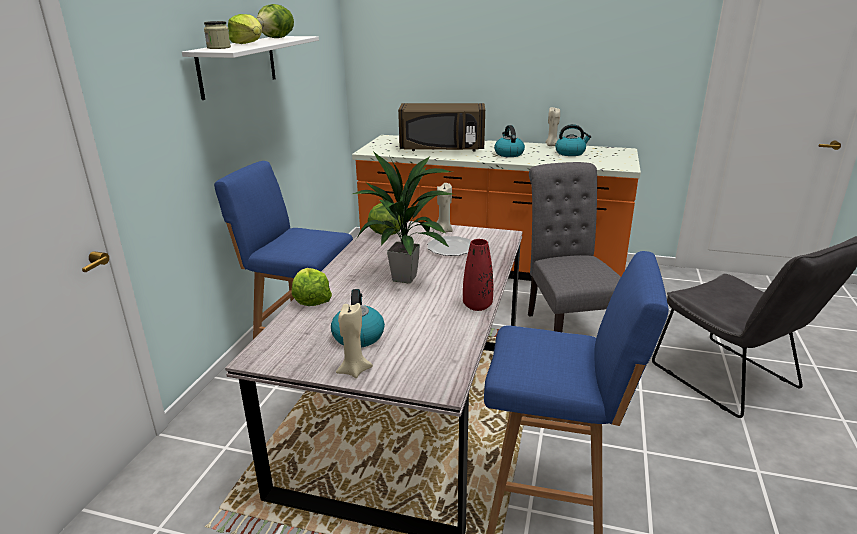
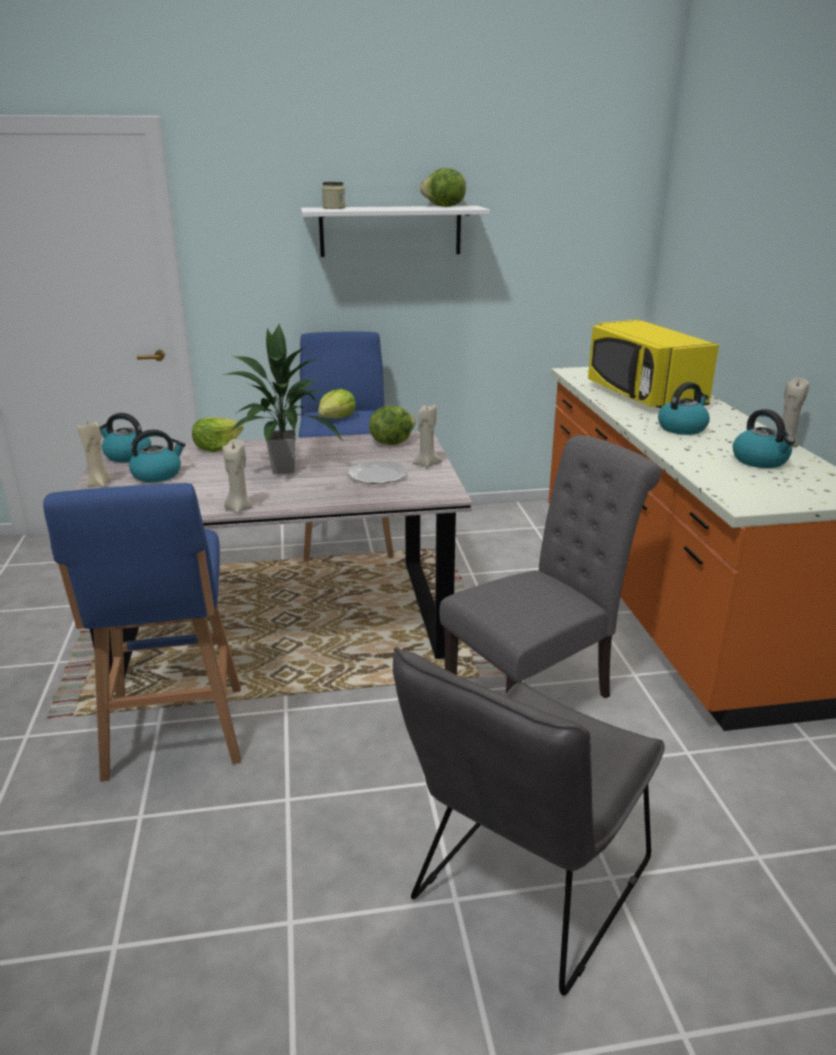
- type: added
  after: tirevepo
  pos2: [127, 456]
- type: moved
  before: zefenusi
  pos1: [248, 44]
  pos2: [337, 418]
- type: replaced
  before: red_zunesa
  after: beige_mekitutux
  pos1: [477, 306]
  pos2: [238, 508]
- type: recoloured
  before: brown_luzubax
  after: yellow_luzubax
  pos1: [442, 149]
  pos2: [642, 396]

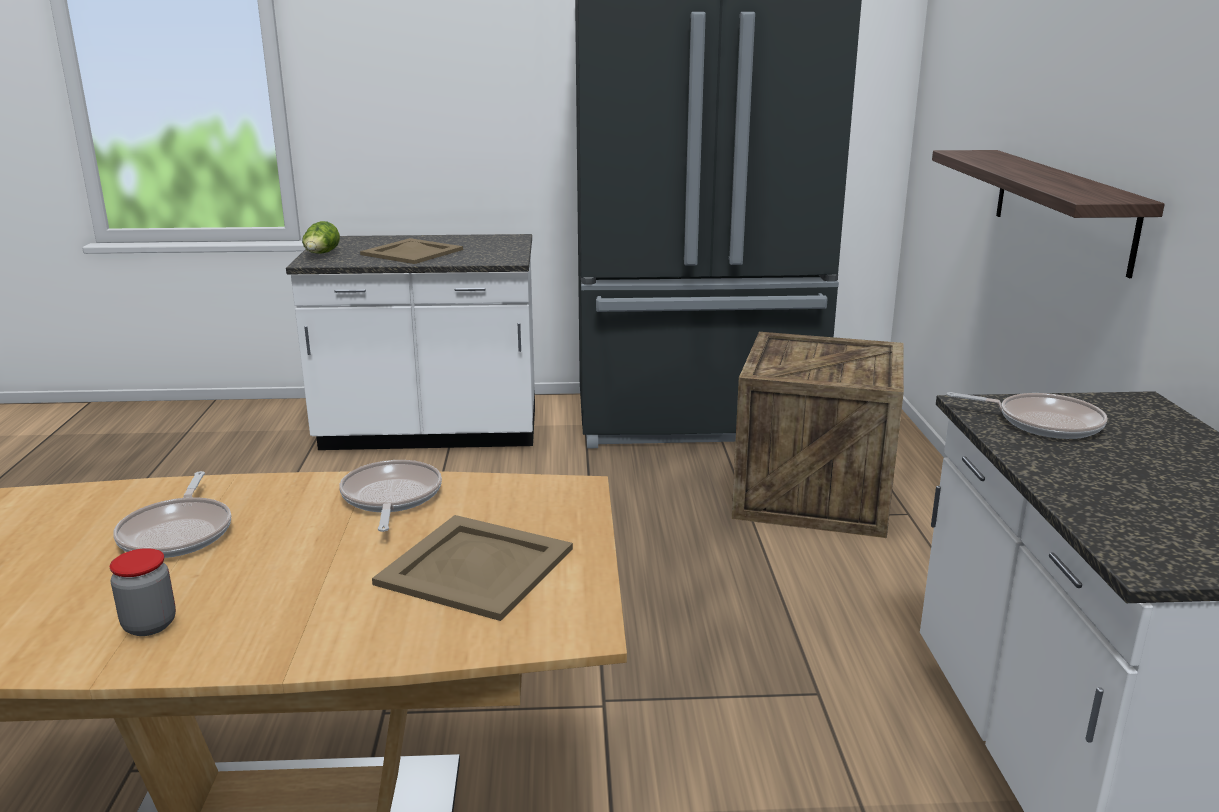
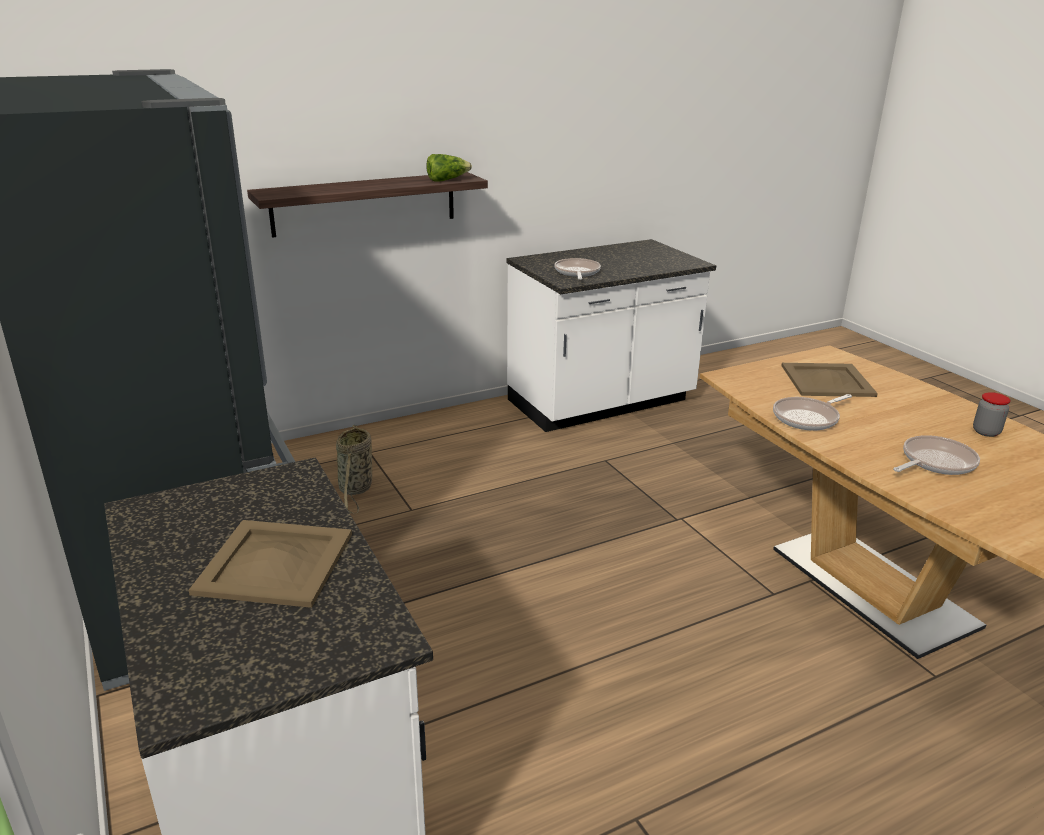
- type: moved
  before: zefenusi
  pos1: [321, 254]
  pos2: [447, 180]
- type: replaced
  before: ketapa
  after: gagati
  pos1: [813, 495]
  pos2: [355, 490]

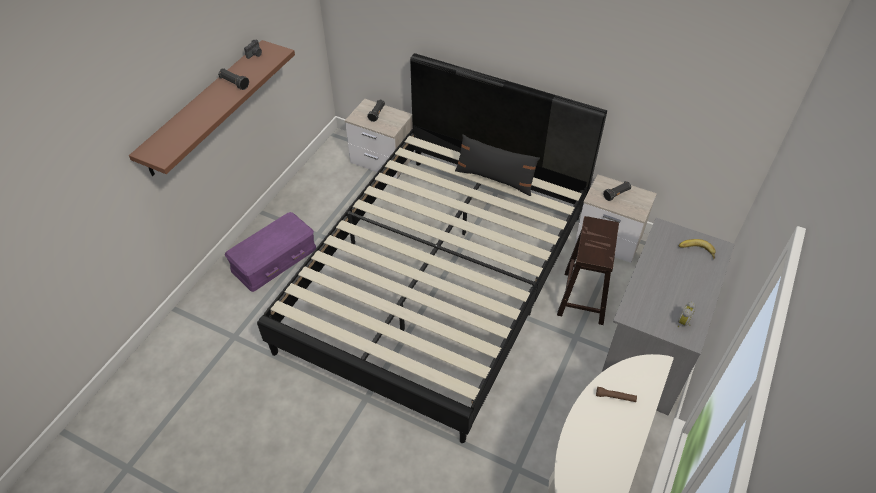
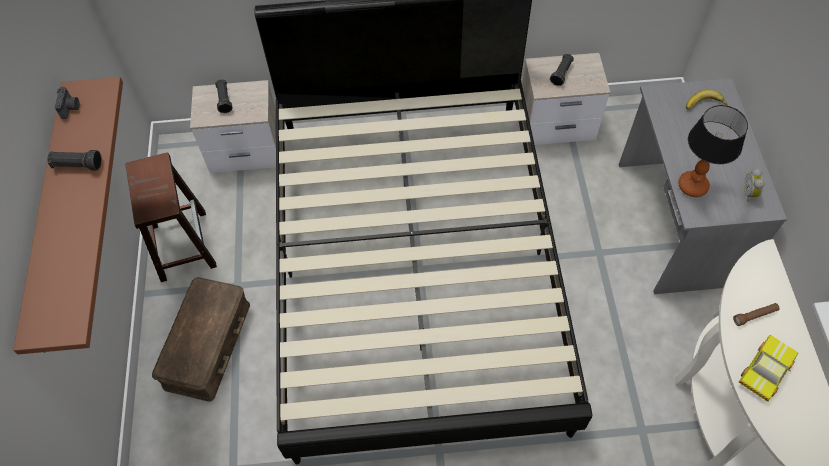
- type: removed
  before: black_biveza
  pos1: [495, 179]
- type: added
  after: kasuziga
  pos2: [692, 186]
- type: added
  after: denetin
  pos2: [764, 370]
- type: moved
  before: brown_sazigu
  pos1: [583, 296]
  pos2: [183, 244]
- type: recoloured
  before: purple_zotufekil
  after: brown_zotufekil
  pos1: [274, 259]
  pos2: [208, 345]

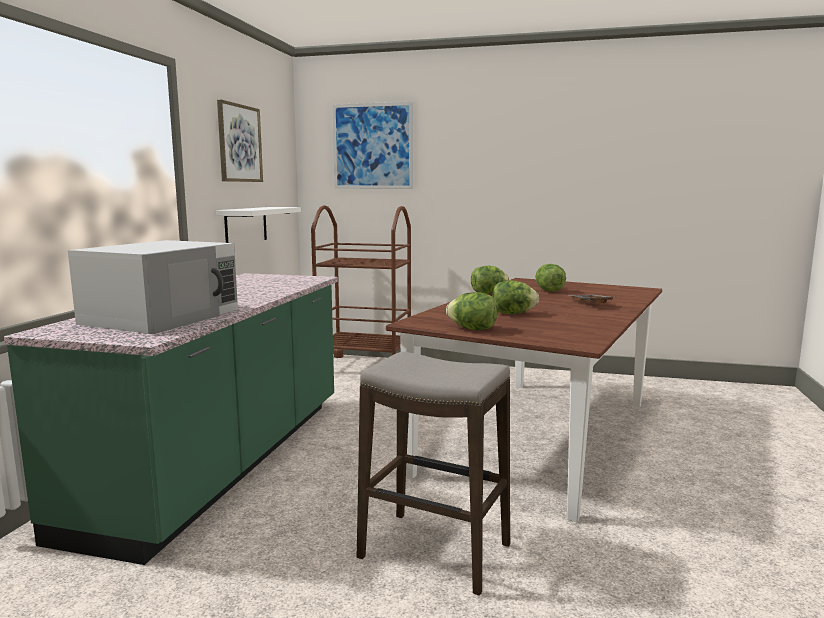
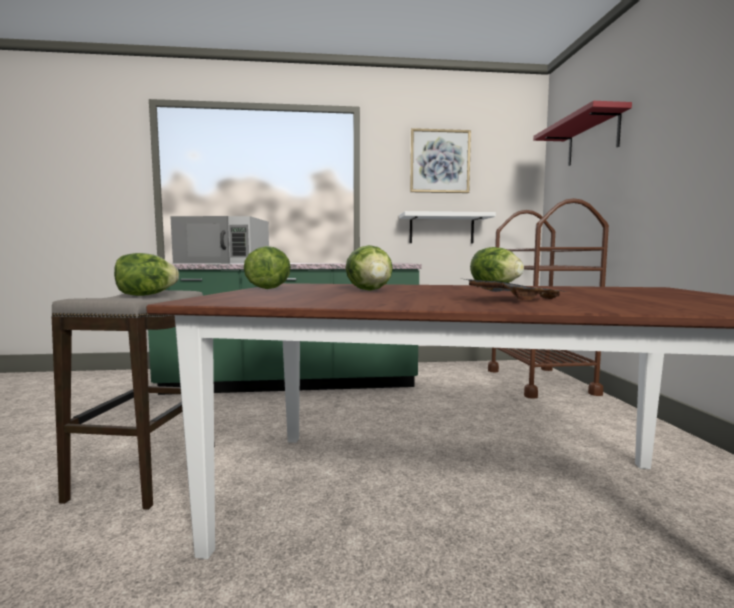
- type: moved
  before: zefenusi
  pos1: [549, 291]
  pos2: [146, 295]
- type: replaced
  before: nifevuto
  after: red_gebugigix
  pos1: [372, 146]
  pos2: [592, 139]

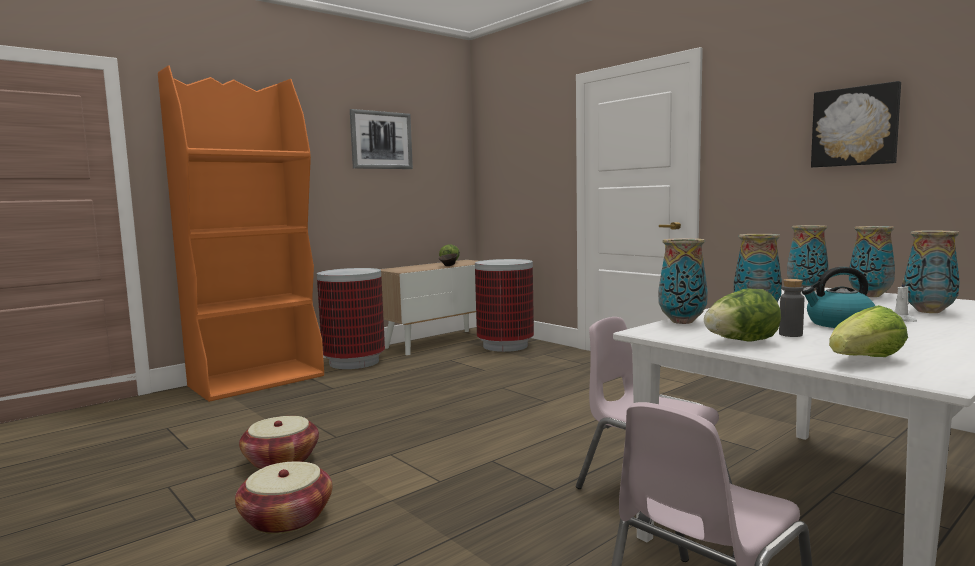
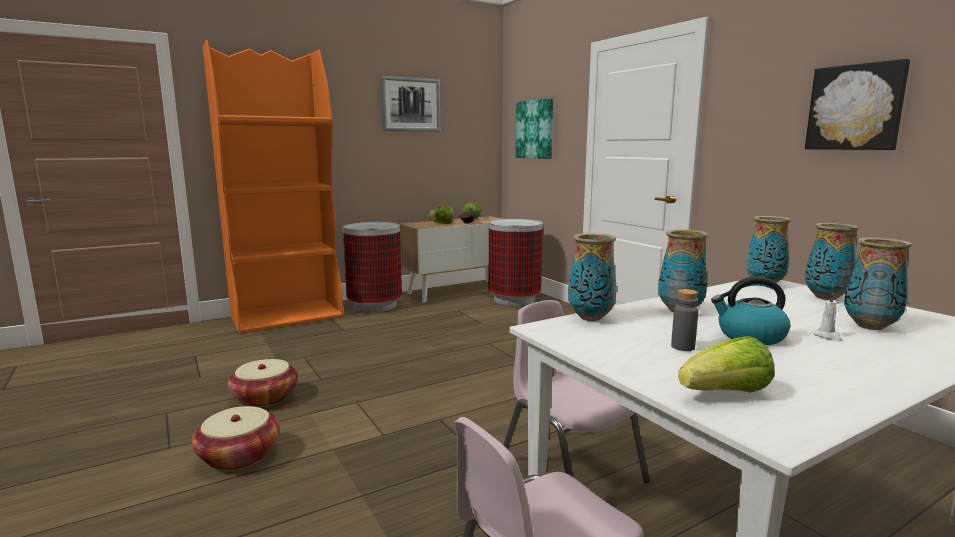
- type: added
  after: nifevuto
  pos2: [535, 129]
- type: moved
  before: zefenusi
  pos1: [740, 341]
  pos2: [442, 223]

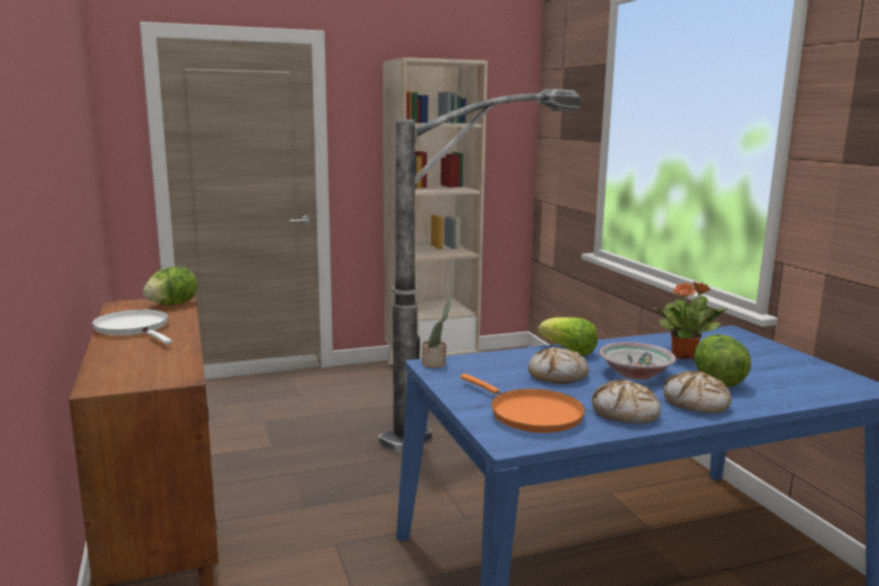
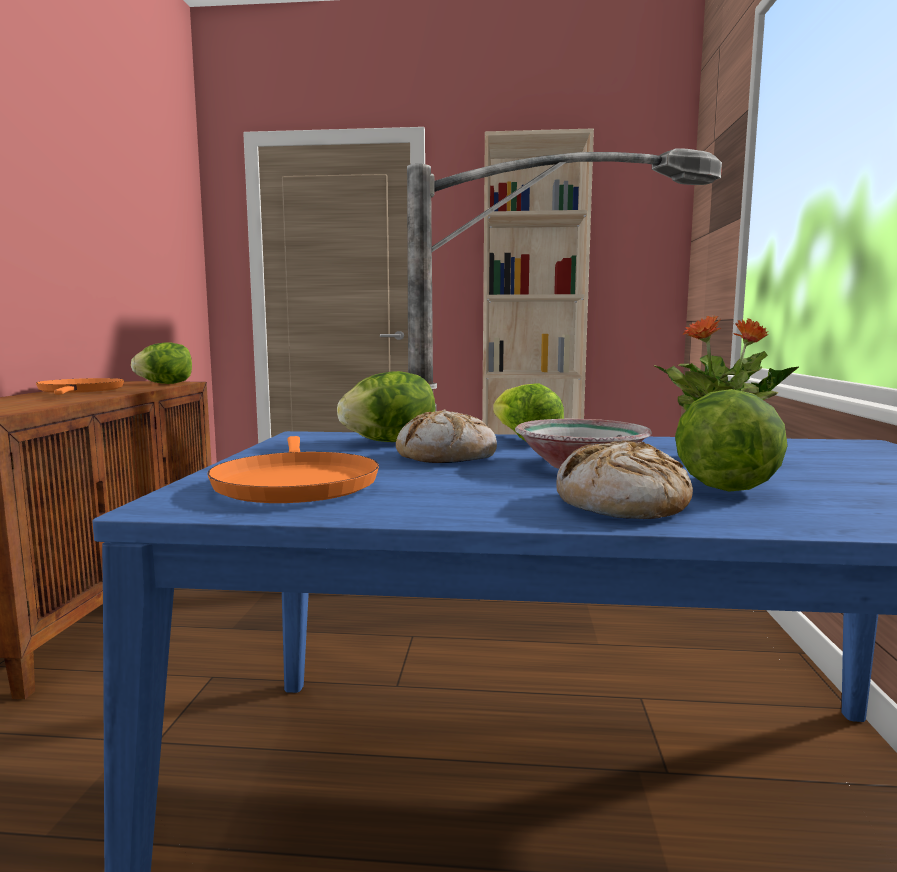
- type: removed
  before: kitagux
  pos1: [435, 364]
- type: removed
  before: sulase
  pos1: [625, 413]
- type: added
  after: zefenusi
  pos2: [389, 442]
- type: recoloured
  before: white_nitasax
  after: orange_nitasax
  pos1: [134, 328]
  pos2: [81, 391]

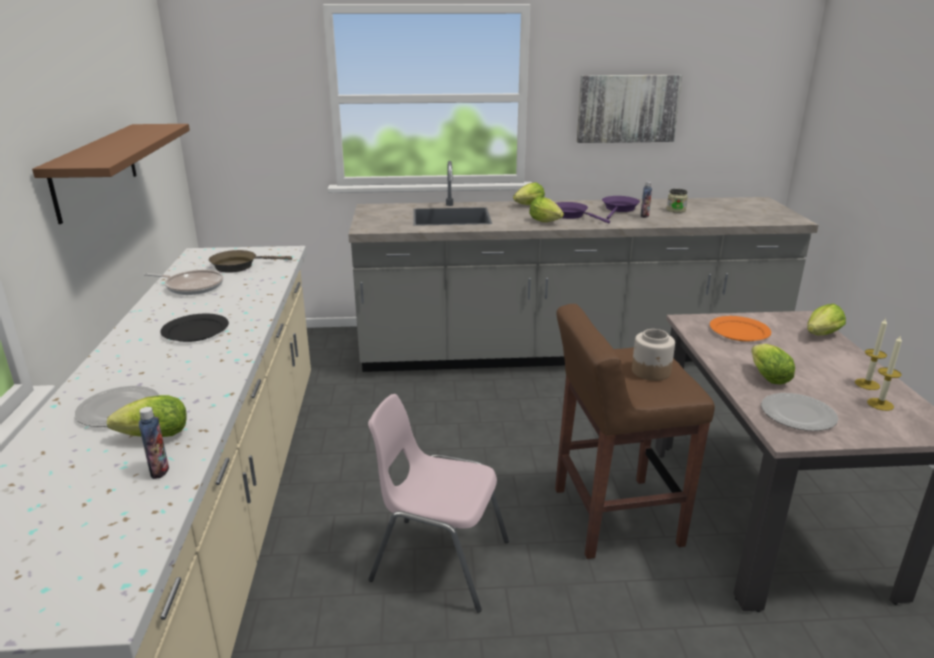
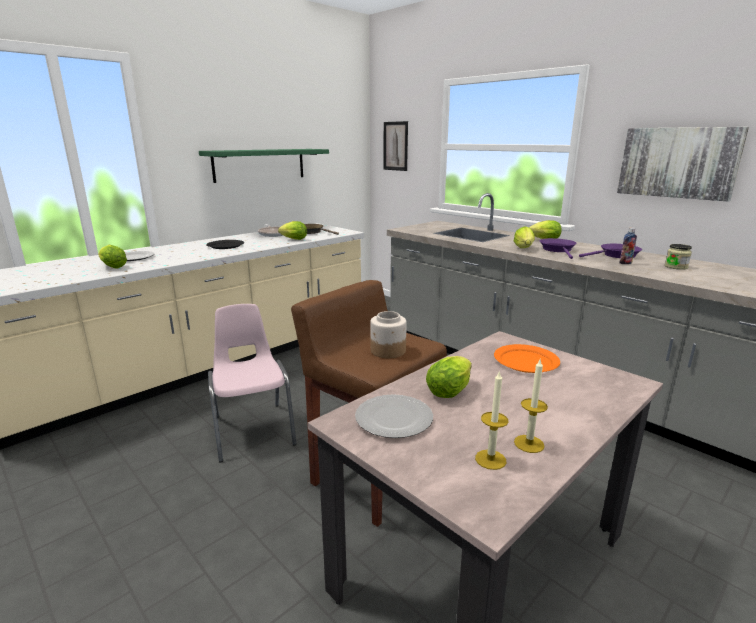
- type: removed
  before: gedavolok
  pos1: [159, 471]
- type: added
  after: nifevuto
  pos2: [395, 146]
- type: moved
  before: zefenusi
  pos1: [820, 336]
  pos2: [292, 239]
- type: recoloured
  before: brown_gebugigix
  after: green_gebugigix
  pos1: [95, 170]
  pos2: [259, 164]

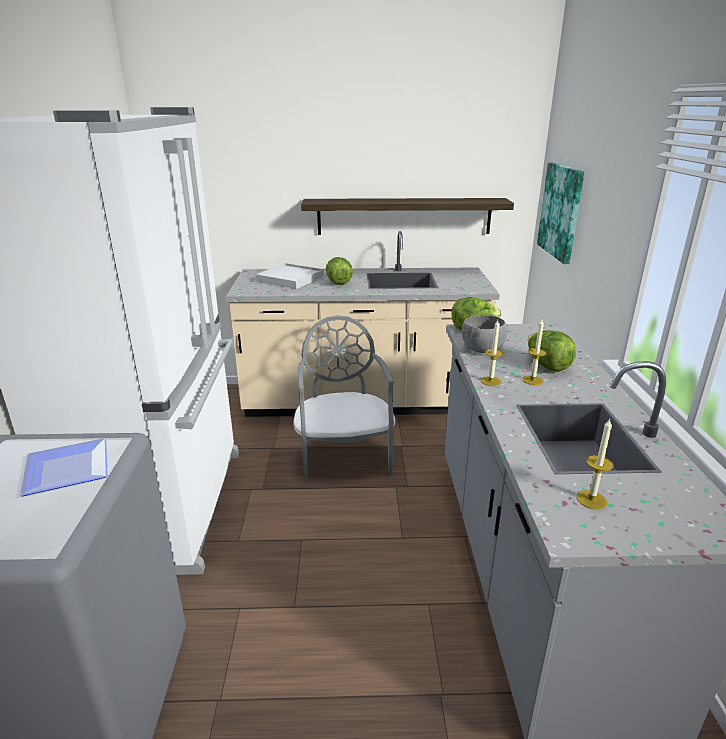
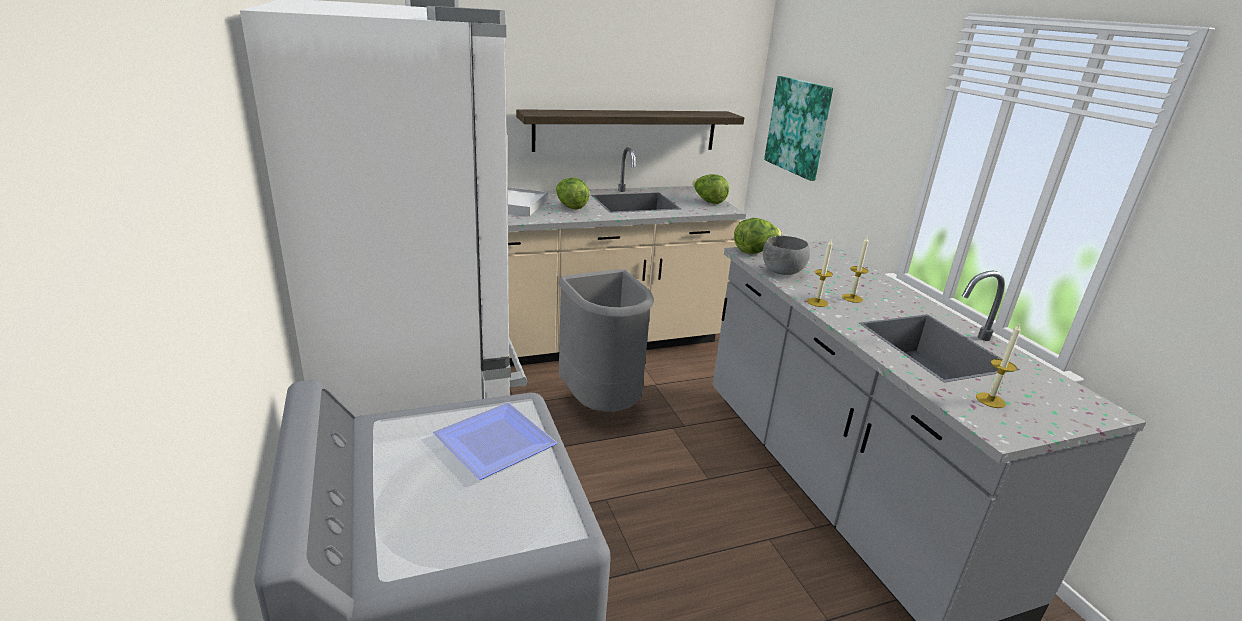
- type: moved
  before: zefenusi
  pos1: [546, 366]
  pos2: [708, 201]
- type: replaced
  before: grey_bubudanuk
  after: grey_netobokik
  pos1: [344, 457]
  pos2: [601, 404]

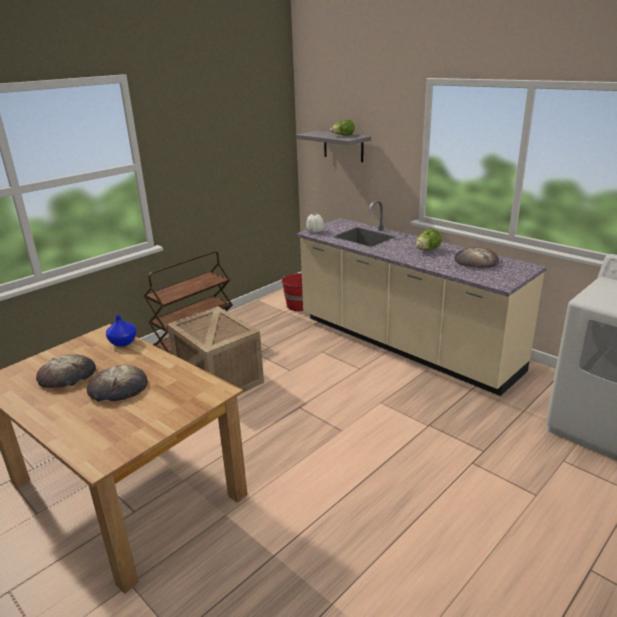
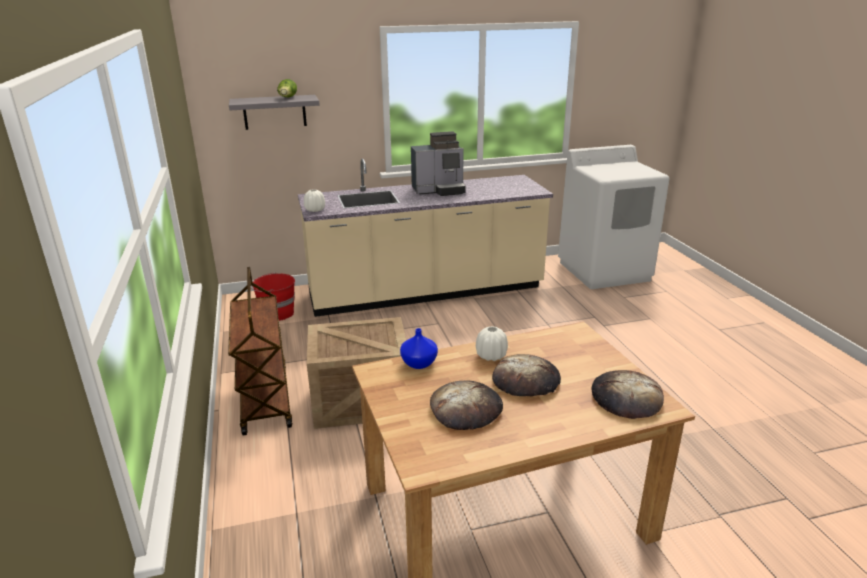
- type: added
  after: white_zunesa
  pos2: [491, 356]
- type: moved
  before: sulase
  pos1: [476, 261]
  pos2: [626, 398]
- type: replaced
  before: zefenusi
  after: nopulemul
  pos1: [427, 250]
  pos2: [439, 190]

